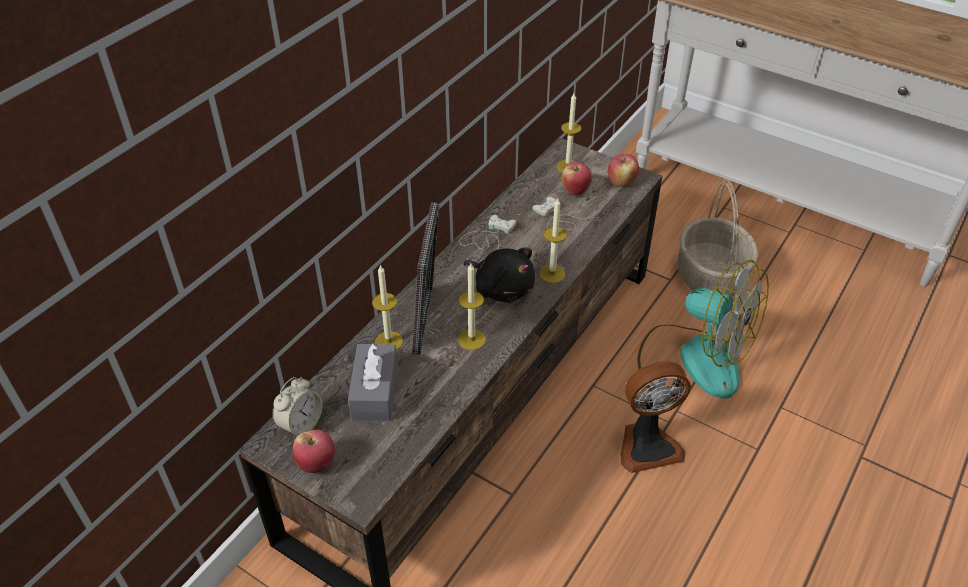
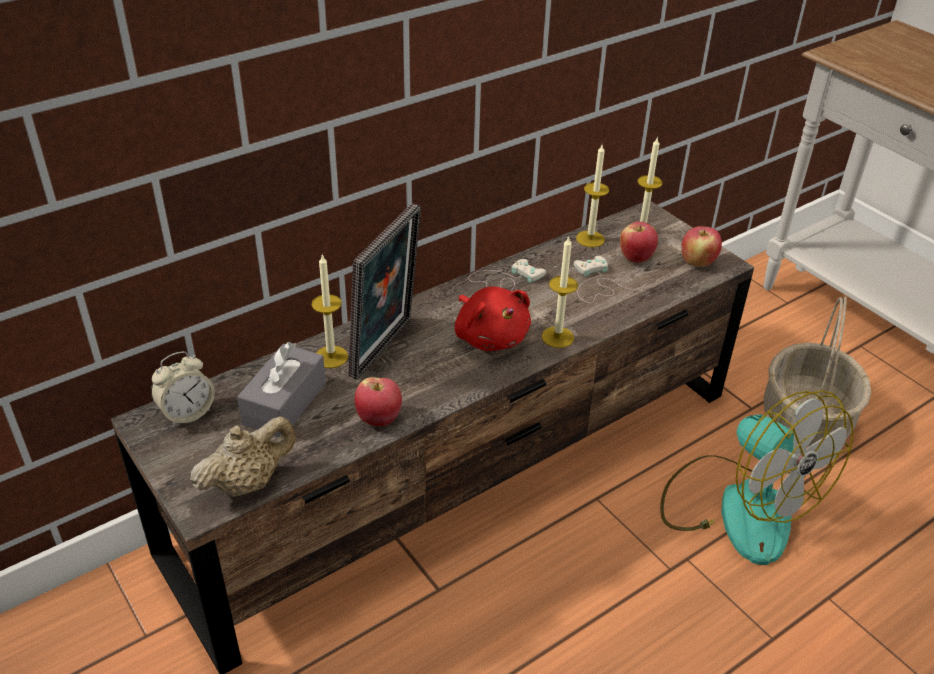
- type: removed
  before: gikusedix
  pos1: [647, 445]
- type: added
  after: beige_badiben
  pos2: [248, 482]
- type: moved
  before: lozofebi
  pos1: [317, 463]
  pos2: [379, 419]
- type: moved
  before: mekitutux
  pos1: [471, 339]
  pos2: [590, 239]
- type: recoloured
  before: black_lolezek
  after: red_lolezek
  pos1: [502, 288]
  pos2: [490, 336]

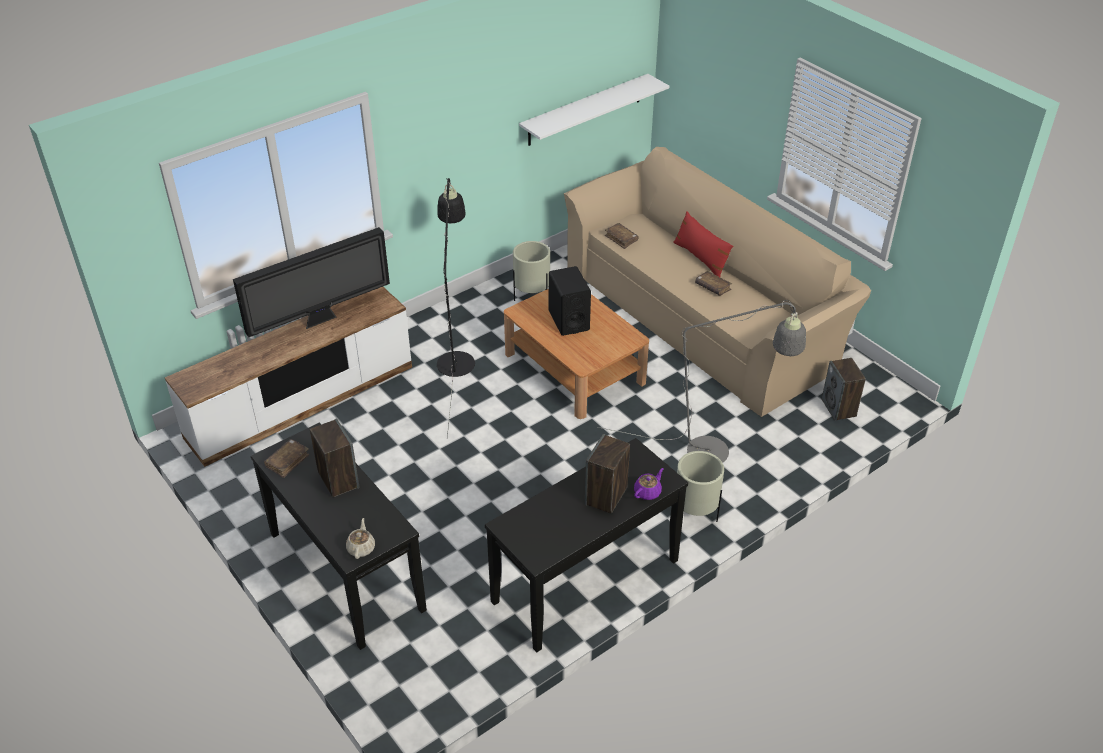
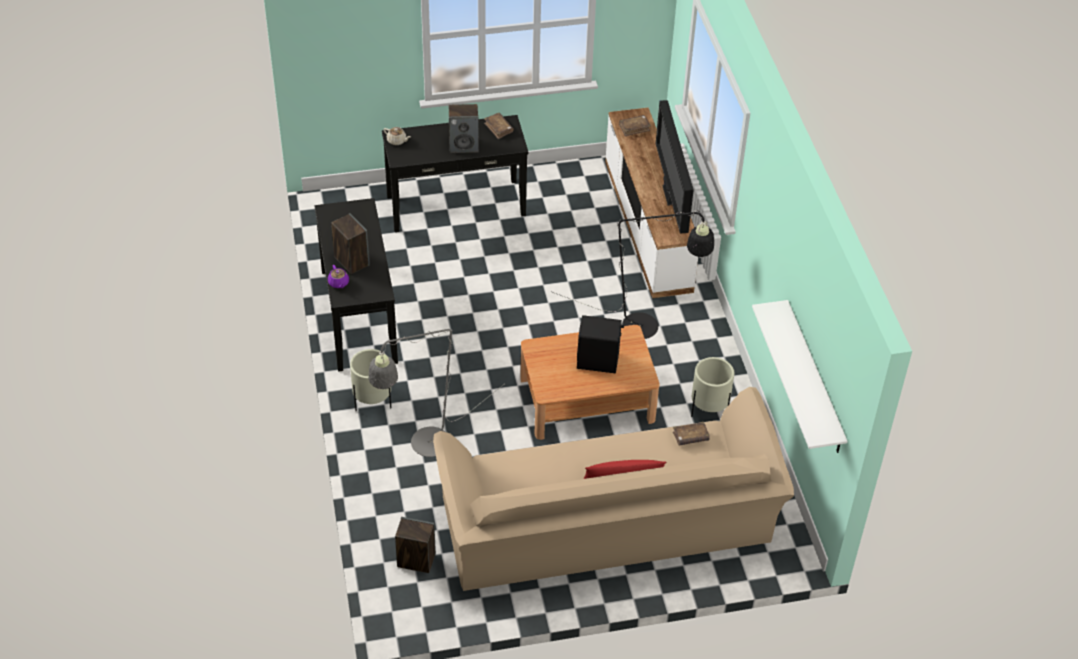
- type: moved
  before: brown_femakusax
  pos1: [712, 287]
  pos2: [634, 128]

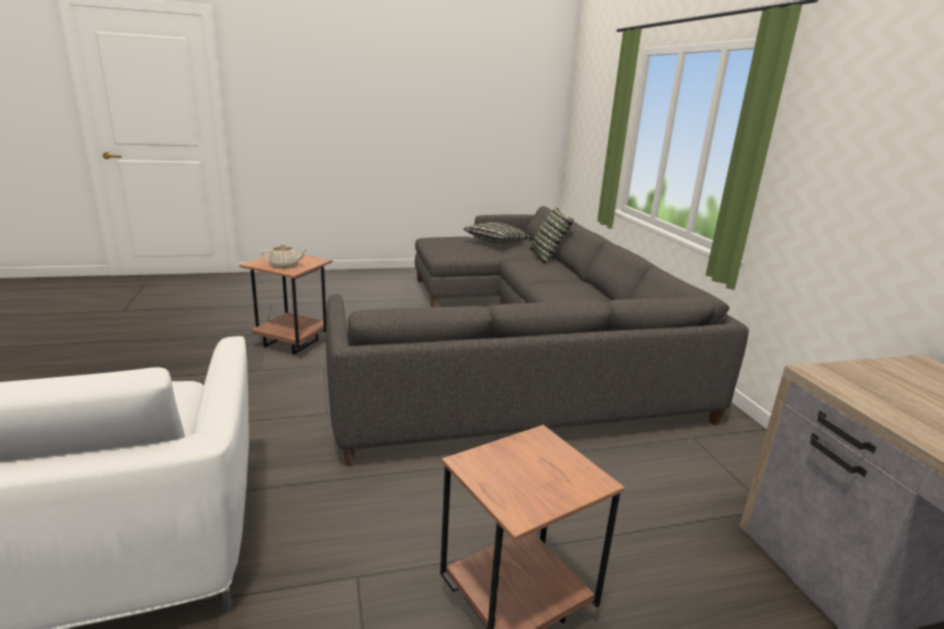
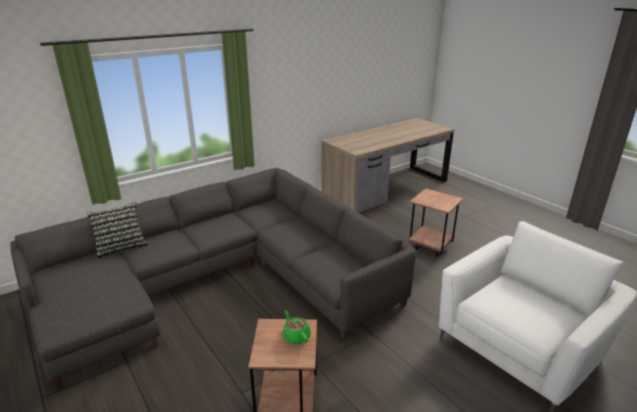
- type: removed
  before: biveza
  pos1: [495, 243]
- type: recoloured
  before: beige_badiben
  after: green_badiben
  pos1: [285, 265]
  pos2: [296, 336]

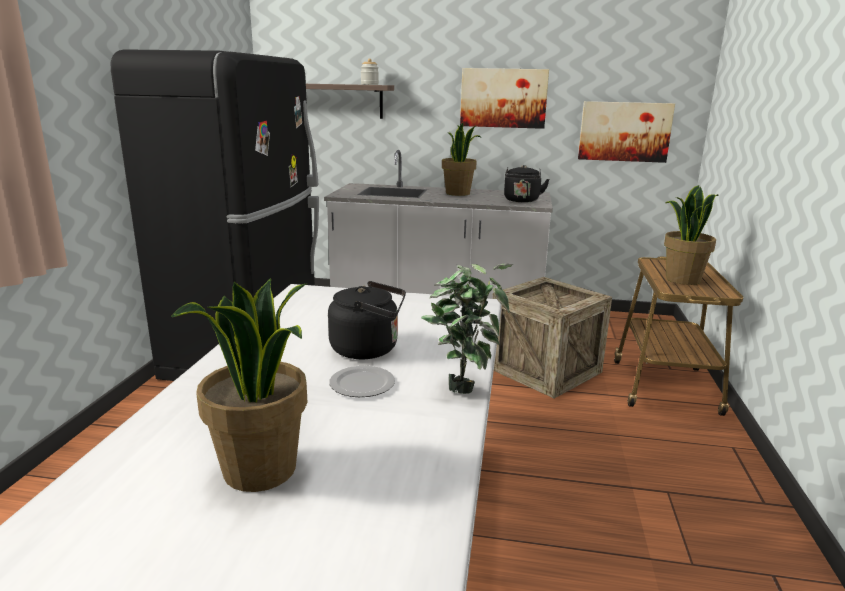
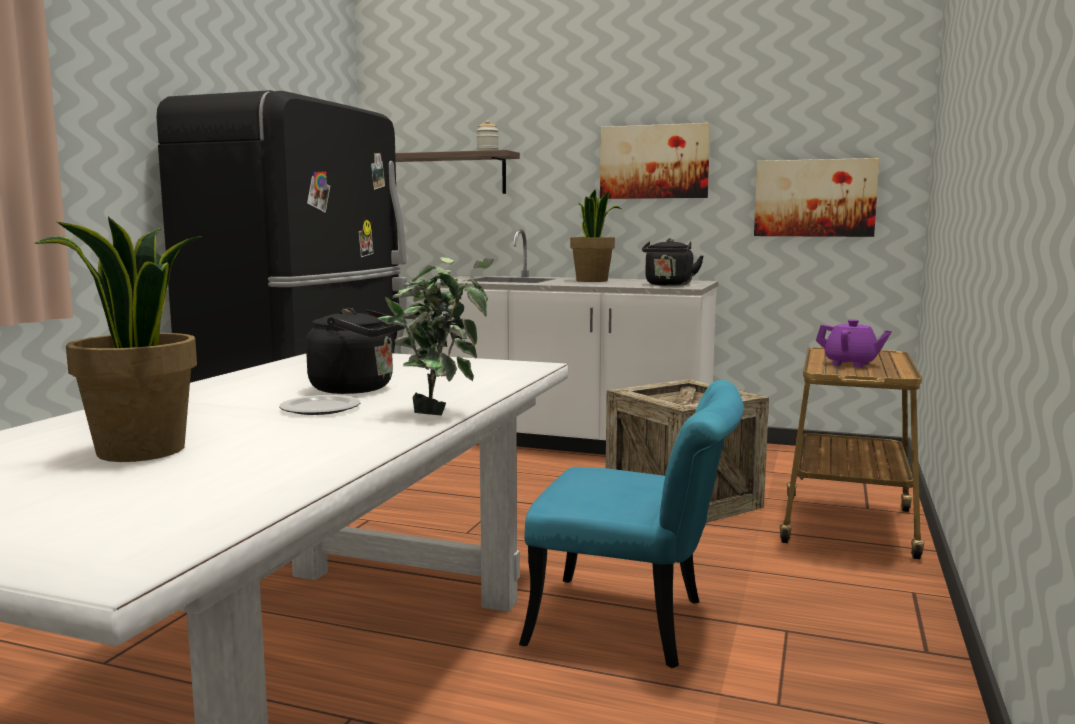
- type: added
  after: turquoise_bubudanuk
  pos2: [636, 624]
- type: replaced
  before: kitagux
  after: purple_badiben
  pos1: [682, 279]
  pos2: [850, 364]

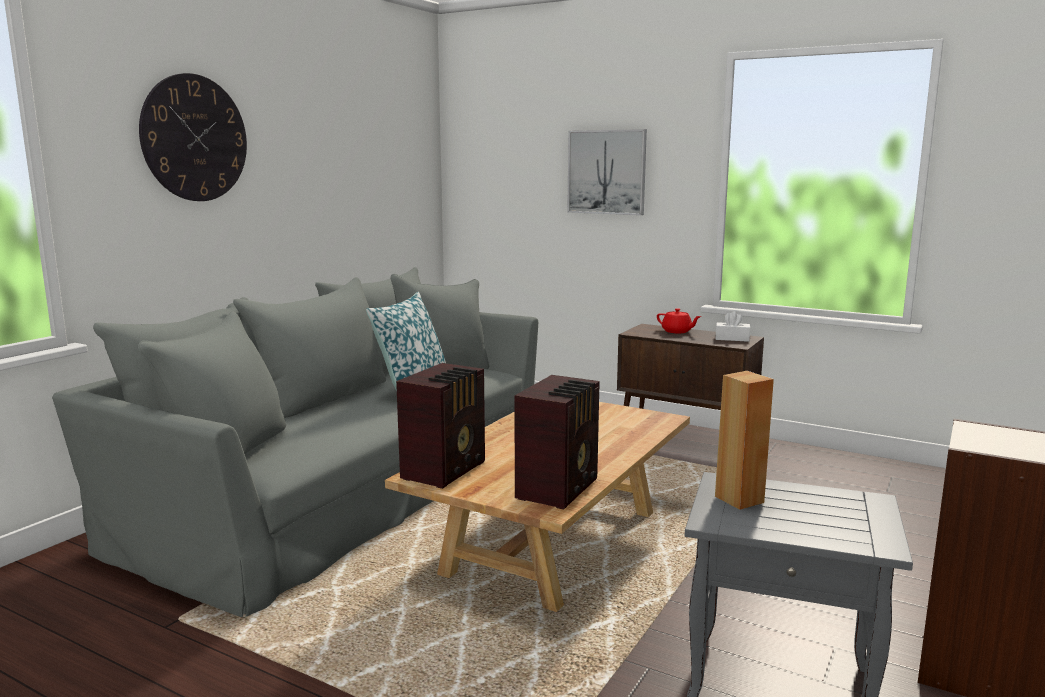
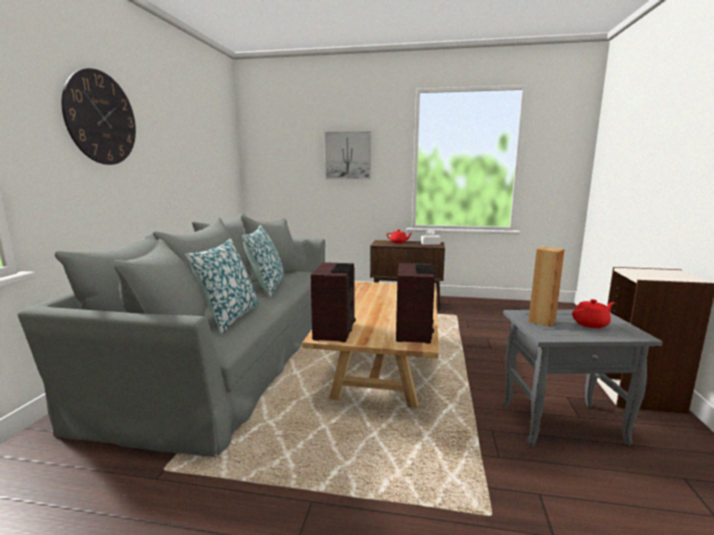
- type: added
  after: biveza
  pos2: [229, 317]
- type: added
  after: red_badiben
  pos2: [591, 324]

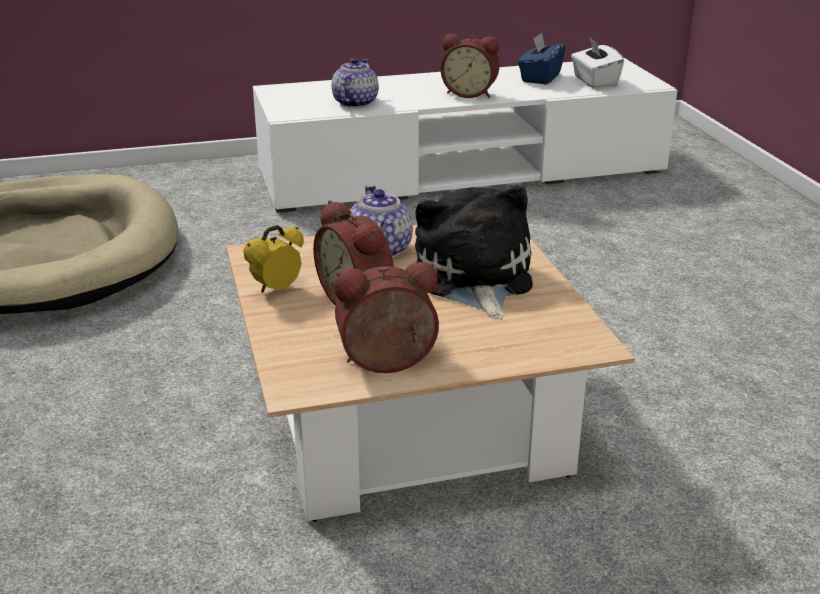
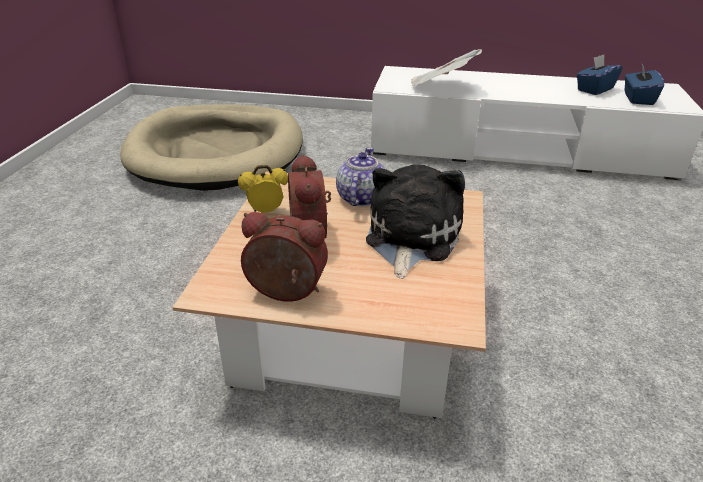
- type: removed
  before: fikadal
  pos1: [470, 93]
- type: replaced
  before: badiben
  after: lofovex
  pos1: [354, 103]
  pos2: [440, 87]
- type: recoloured
  before: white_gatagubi
  after: blue_gatagubi
  pos1: [594, 82]
  pos2: [637, 99]

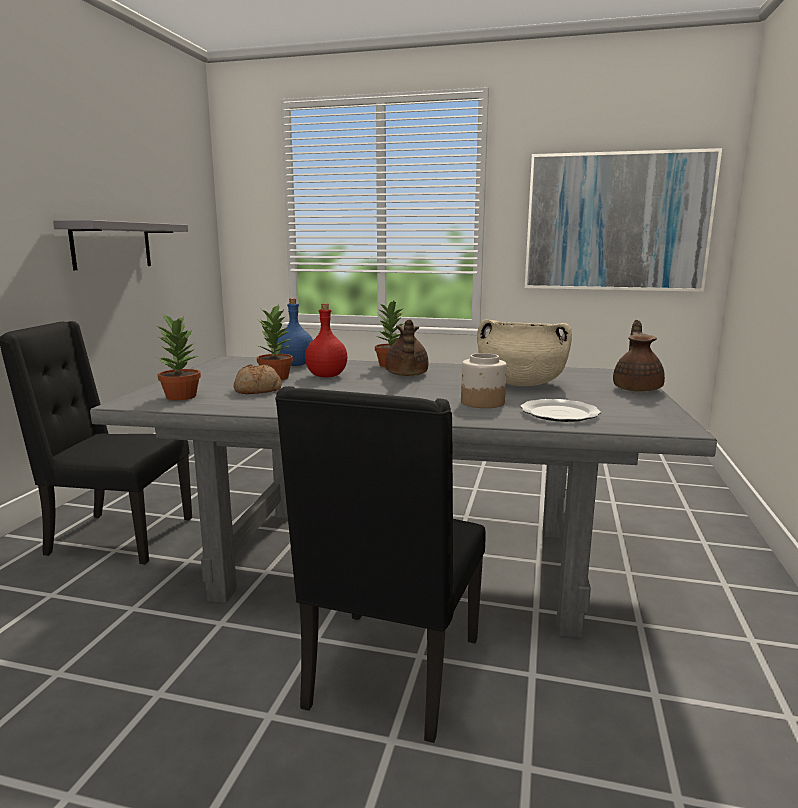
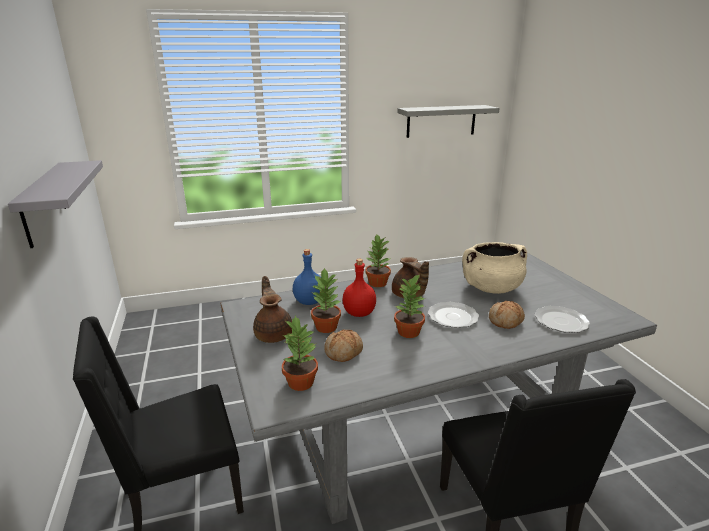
- type: added
  after: kitagux
  pos2: [409, 332]
- type: added
  after: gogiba
  pos2: [452, 317]
- type: moved
  before: brown_badiben
  pos1: [637, 388]
  pos2: [274, 334]
- type: replaced
  before: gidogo
  after: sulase
  pos1: [482, 403]
  pos2: [506, 321]
- type: replaced
  before: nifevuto
  after: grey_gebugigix
  pos1: [616, 222]
  pos2: [441, 121]

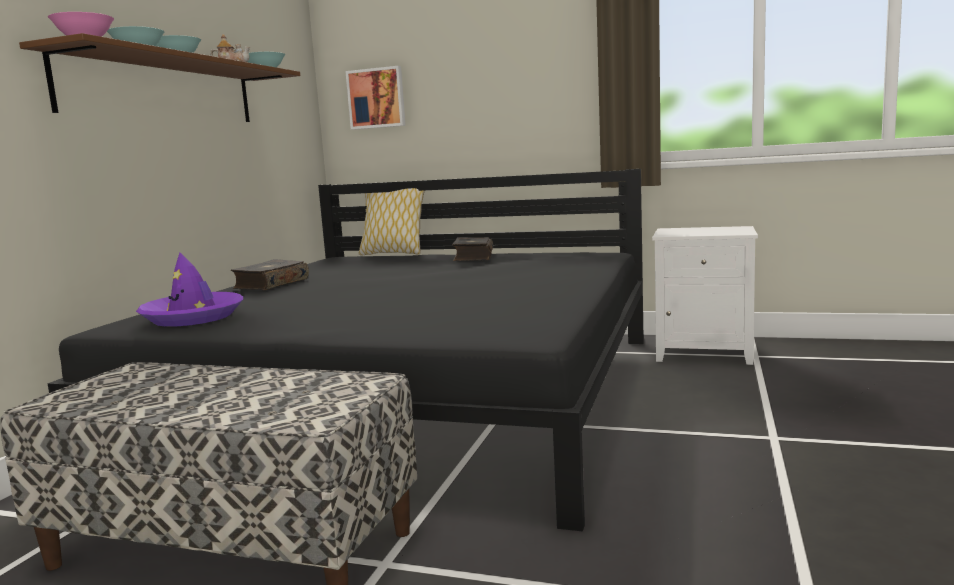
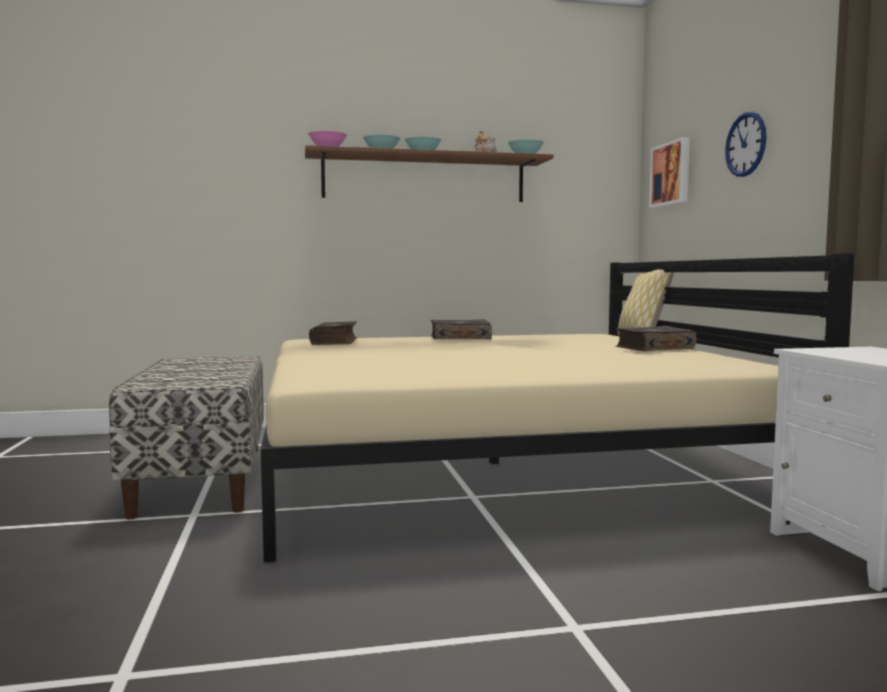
- type: added
  after: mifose
  pos2: [746, 144]
- type: replaced
  before: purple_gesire
  after: femakusax
  pos1: [193, 317]
  pos2: [335, 342]
- type: recoloured
  before: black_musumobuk
  after: beige_musumobuk
  pos1: [413, 395]
  pos2: [499, 462]

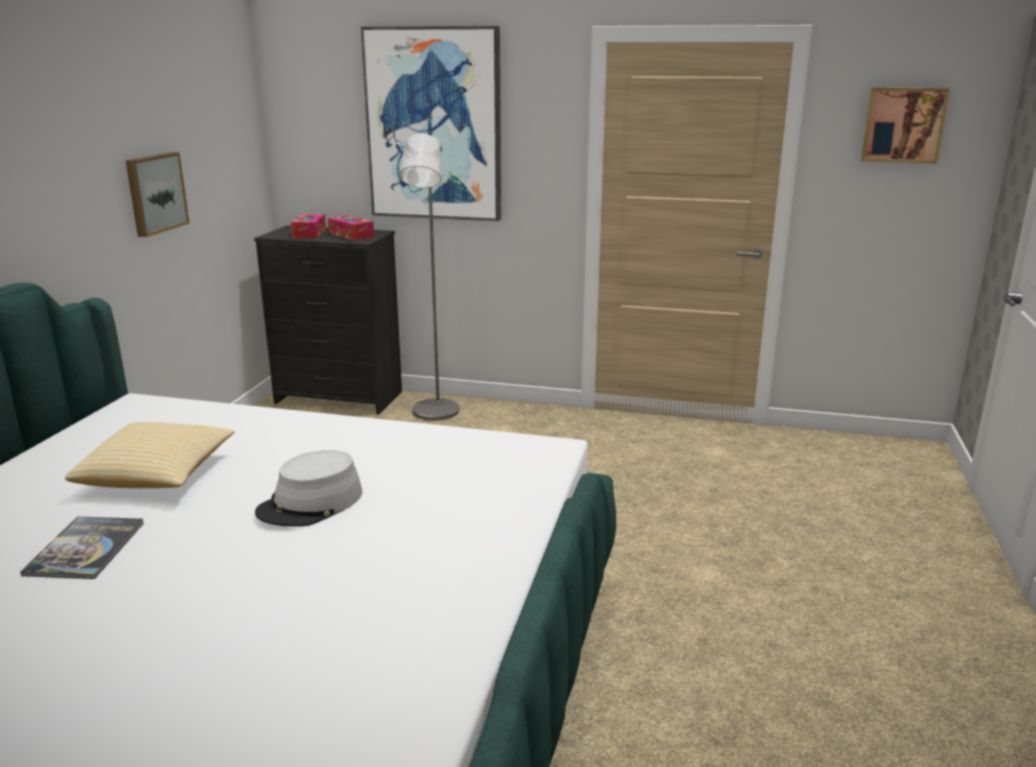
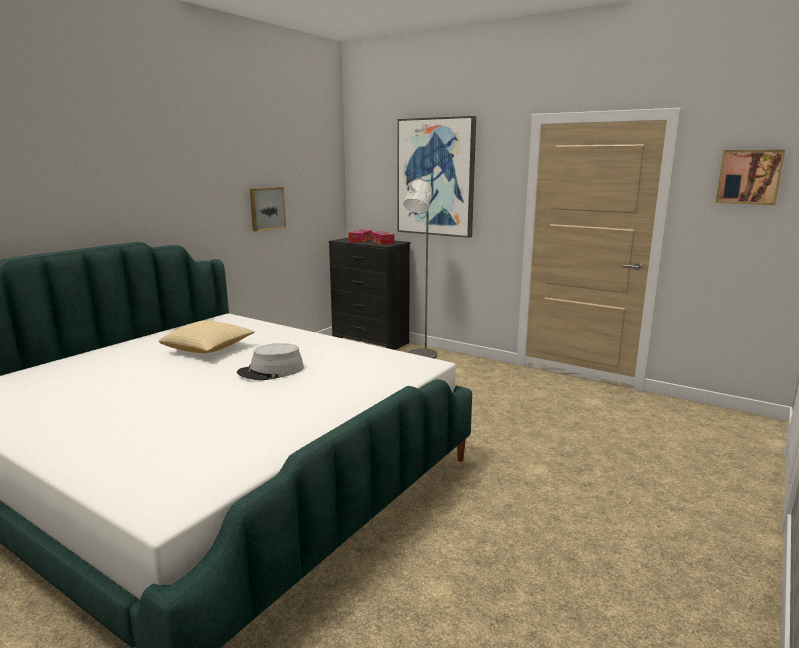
- type: removed
  before: femakusax
  pos1: [86, 548]

